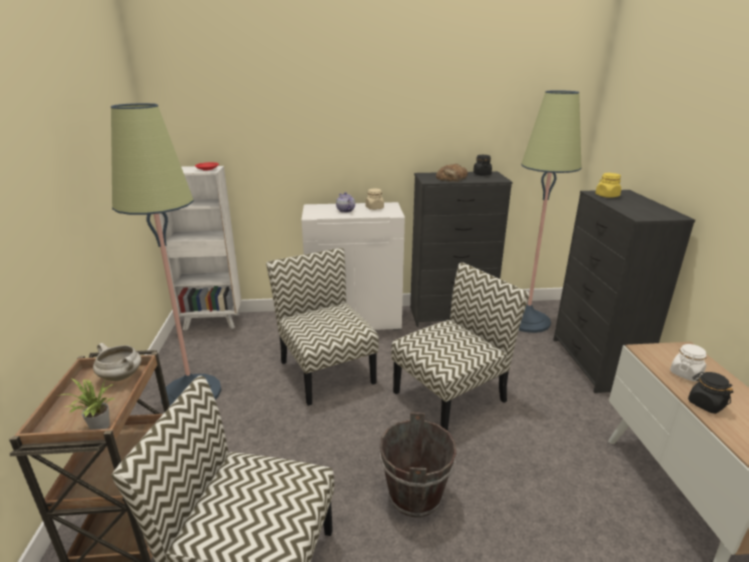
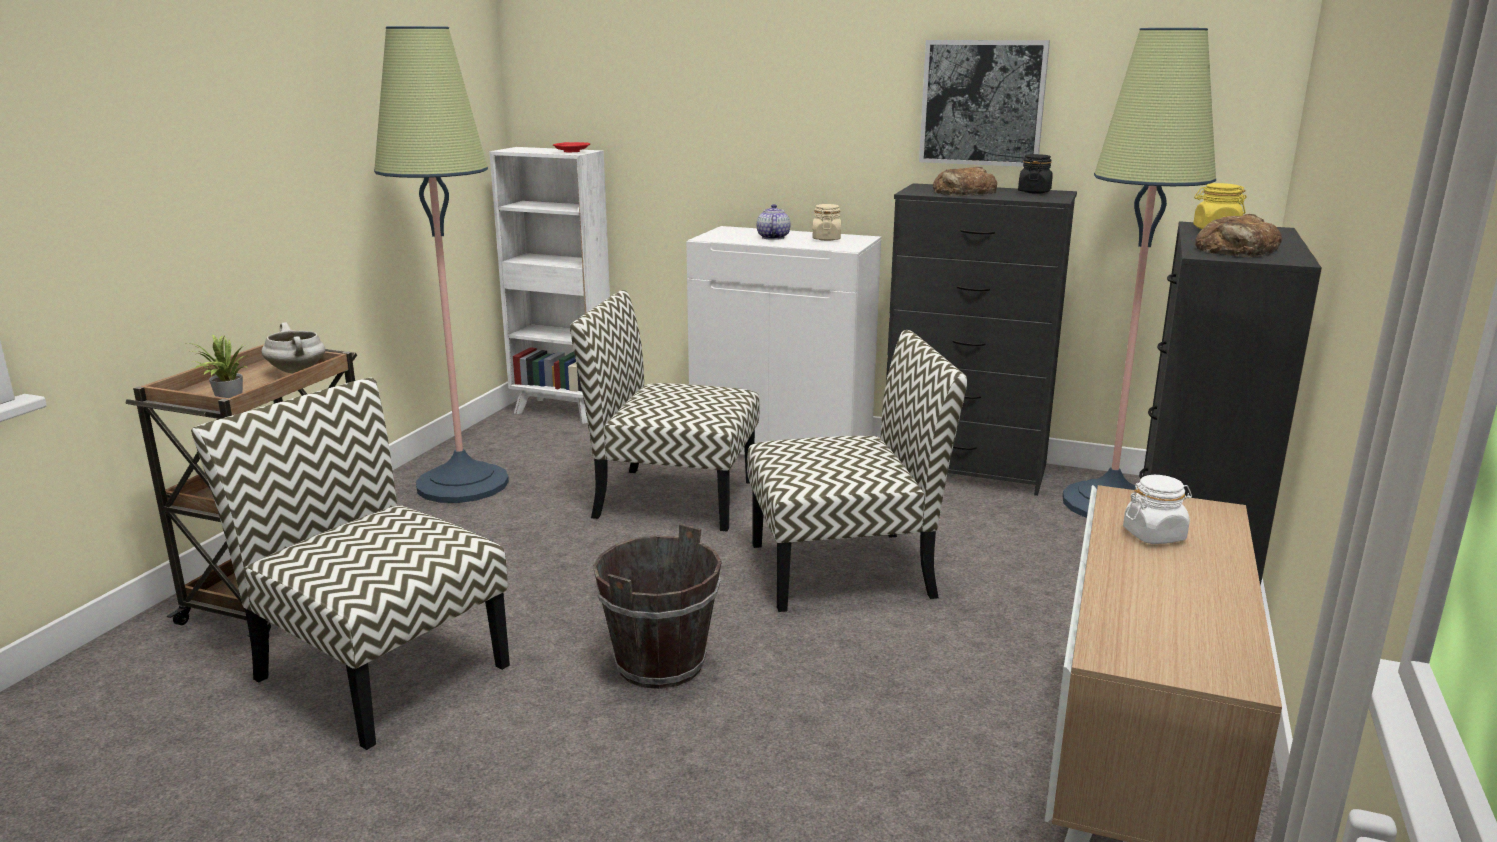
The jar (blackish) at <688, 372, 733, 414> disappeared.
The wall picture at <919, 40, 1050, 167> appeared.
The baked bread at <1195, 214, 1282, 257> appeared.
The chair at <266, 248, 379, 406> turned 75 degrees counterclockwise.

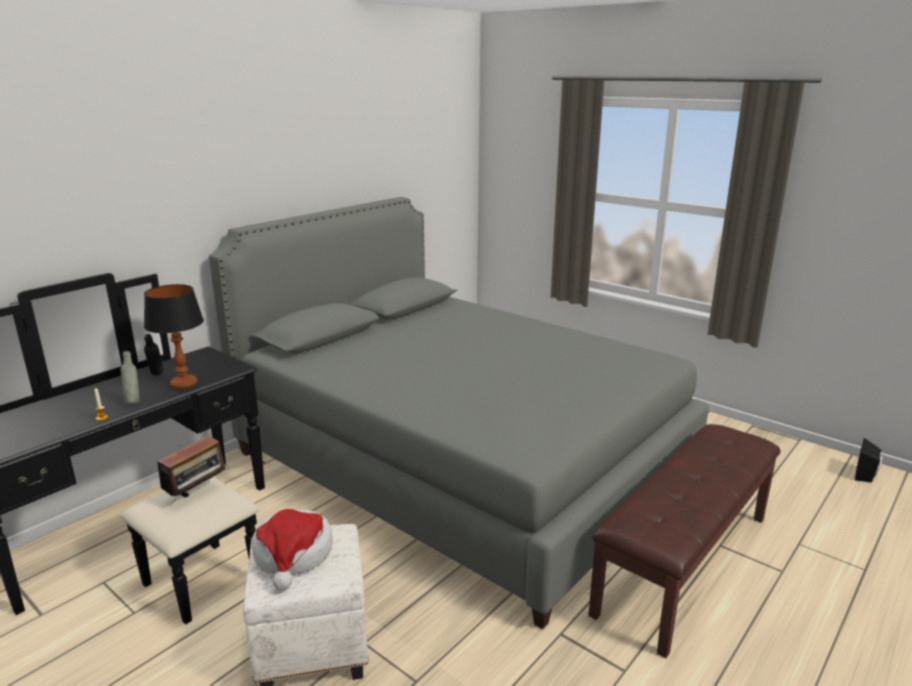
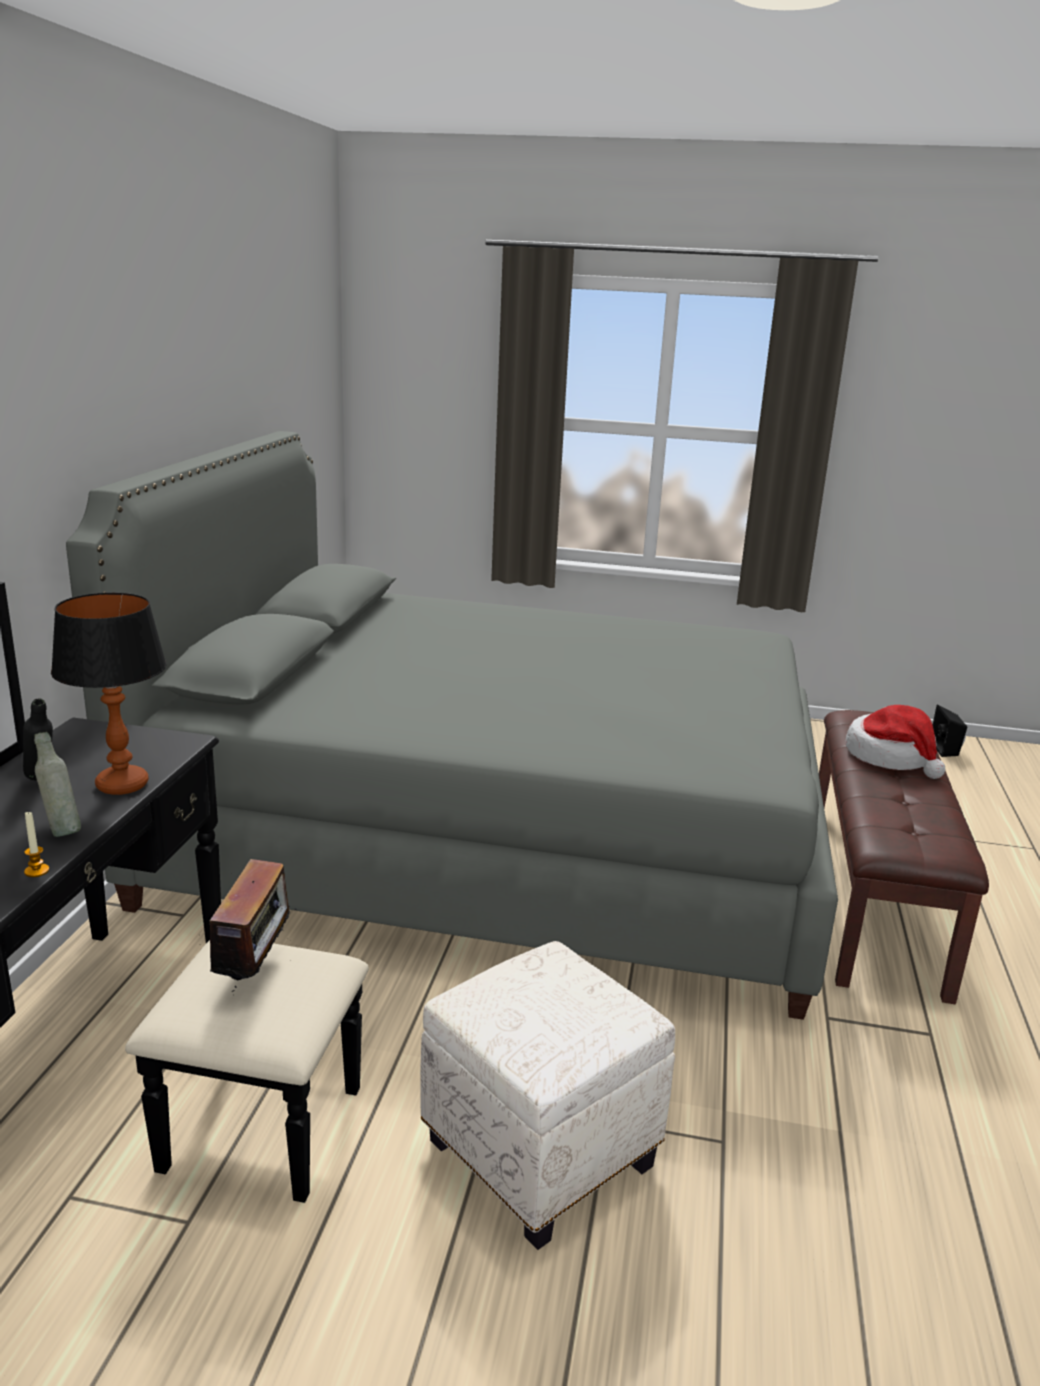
The wearable hat moved from <252, 509, 333, 590> to <846, 705, 945, 779>.

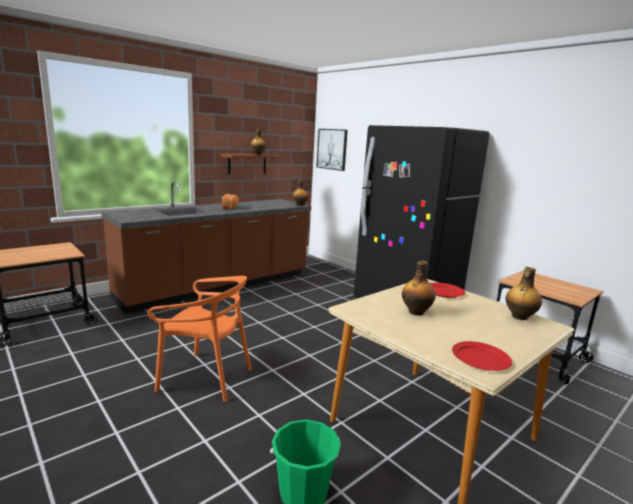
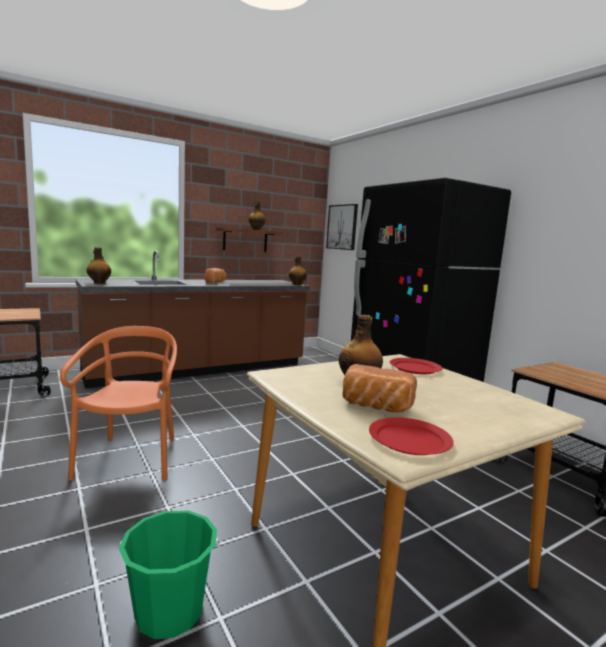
The baked bread at <343, 364, 417, 413> appeared.
The beverage bottle moved from <506, 267, 542, 320> to <87, 247, 111, 284>.
The chair (orangey) at <148, 276, 252, 402> turned 120 degrees counterclockwise.

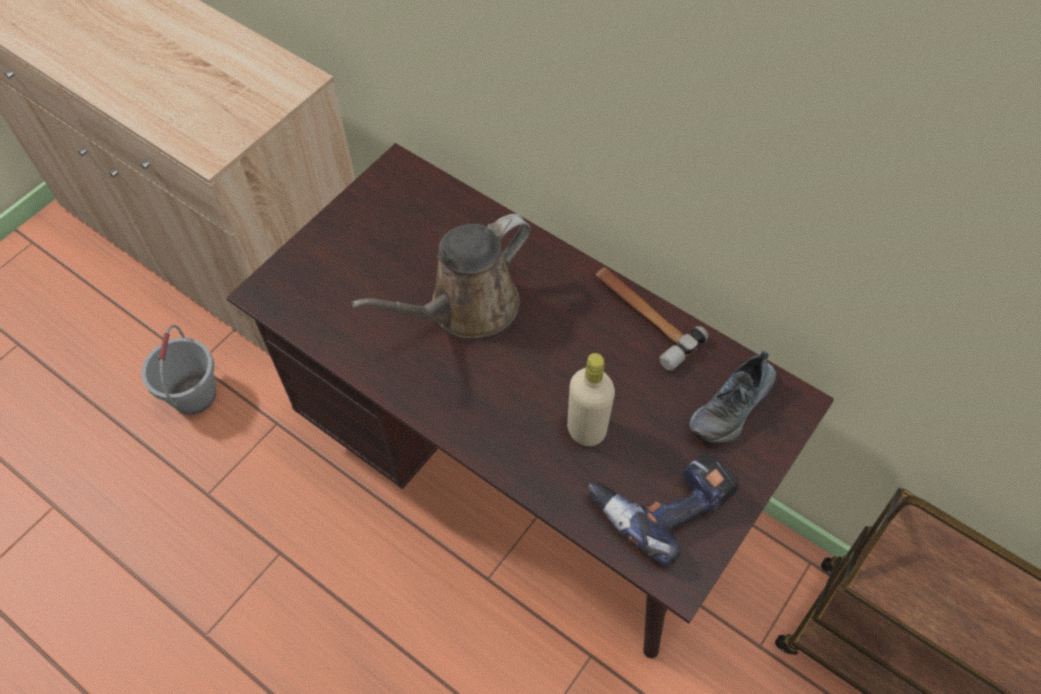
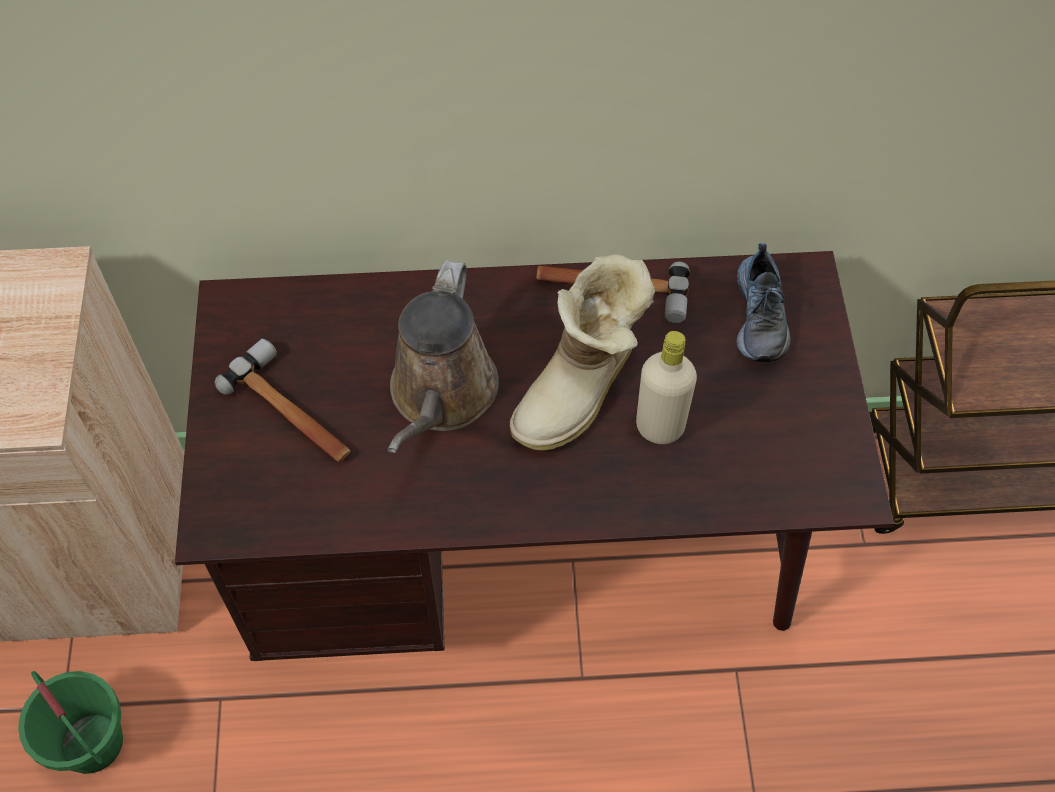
The power drill at <588, 452, 739, 566> disappeared.
The hammer at <215, 339, 350, 462> appeared.
The tall boot at <510, 254, 655, 451> appeared.
The pail (gray) at <141, 325, 216, 415> became the pail (green-coloured) at <18, 671, 123, 774>.

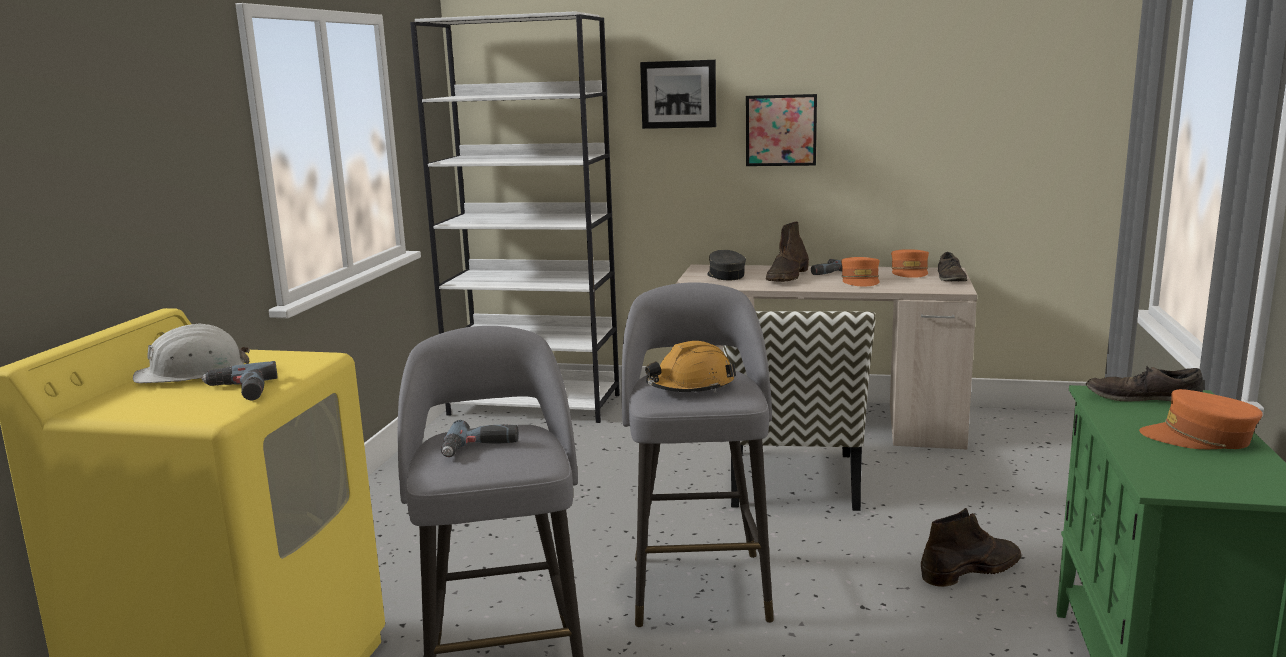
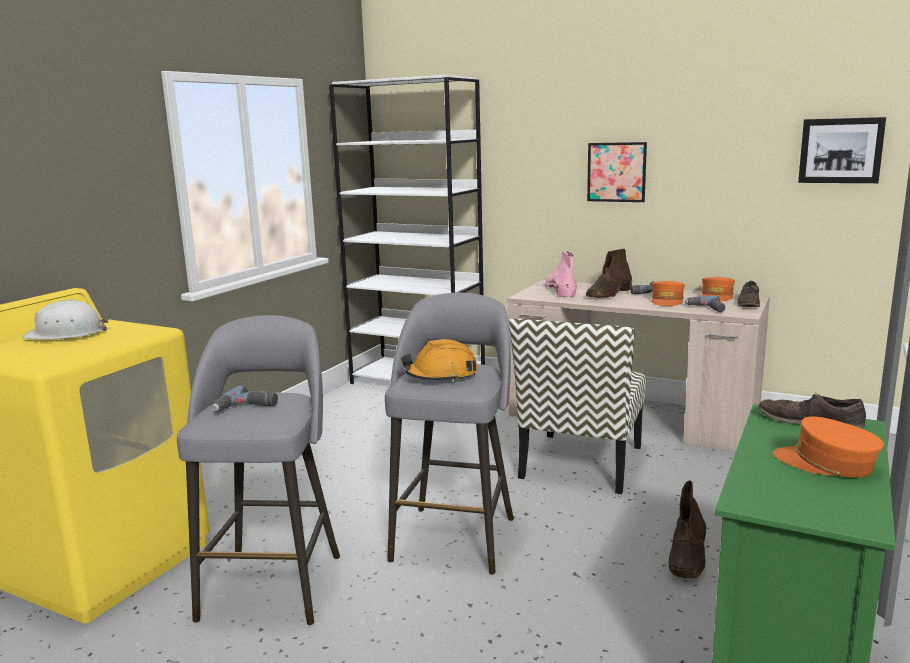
The power drill moved from <202, 361, 277, 400> to <685, 296, 726, 312>.
The wall picture moved from <640, 60, 716, 129> to <798, 117, 886, 183>.
The cap (gray) at <707, 250, 746, 280> was replaced by the tall boot (pink) at <545, 251, 577, 297>.
The tall boot (brown) at <921, 508, 1022, 587> turned 120 degrees clockwise.

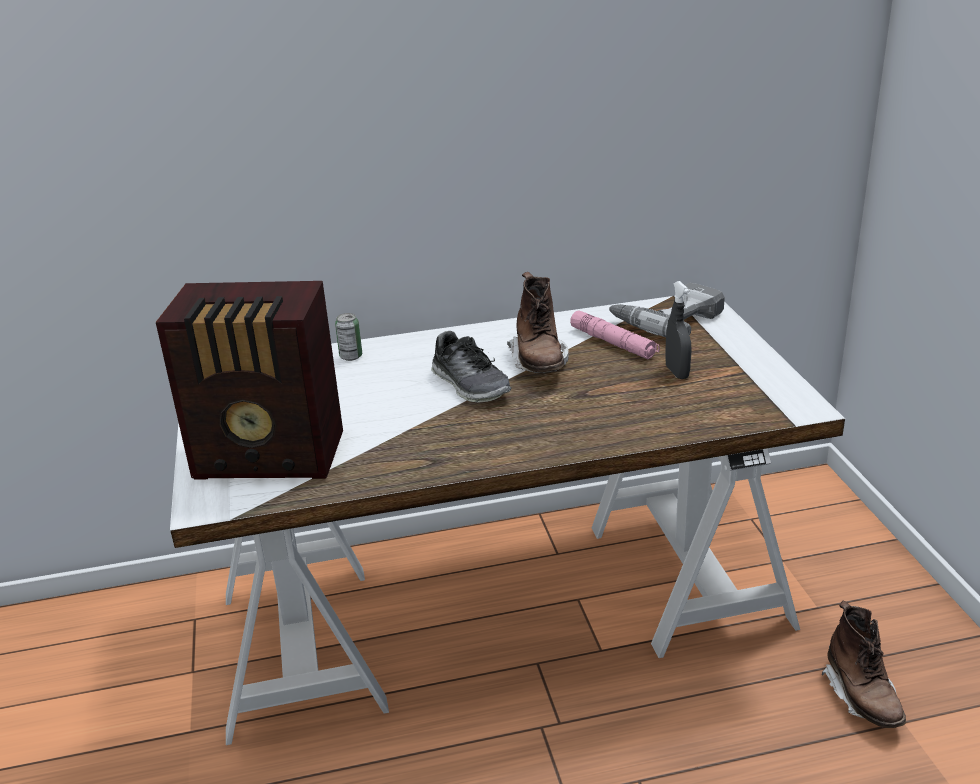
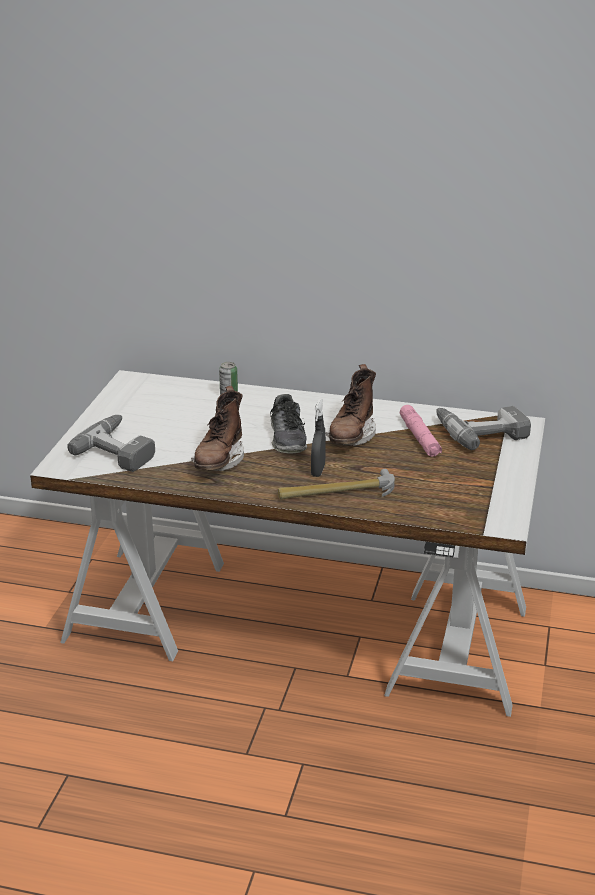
The hammer at <278, 469, 395, 500> appeared.
The spray bottle (gray) moved from <665, 281, 692, 379> to <311, 399, 326, 477>.
The tall boot (brown) moved from <822, 601, 906, 728> to <191, 386, 244, 471>.
The radio receiver at <155, 281, 343, 479> was replaced by the power drill at <67, 415, 155, 472>.

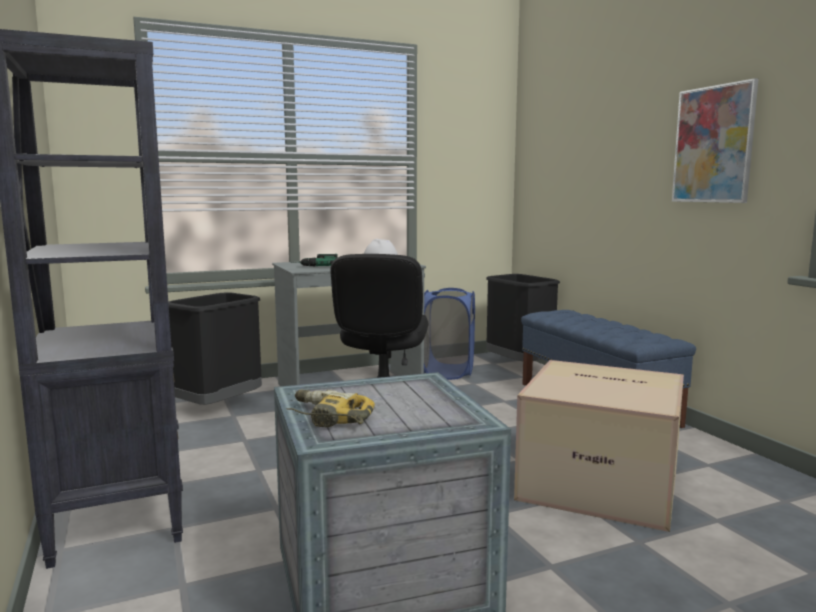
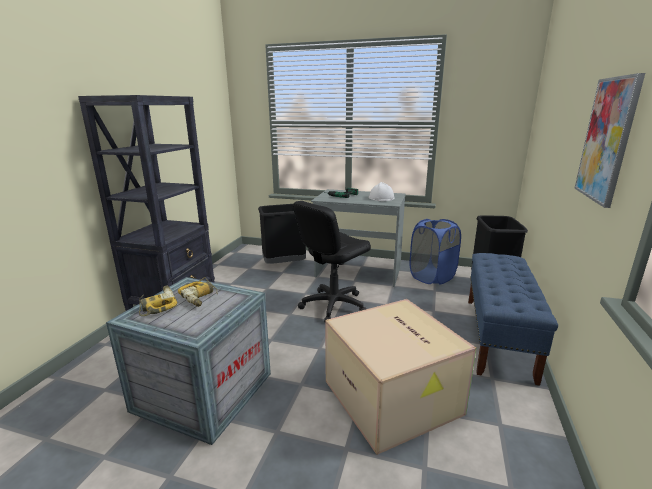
The power drill at <178, 277, 218, 307> appeared.

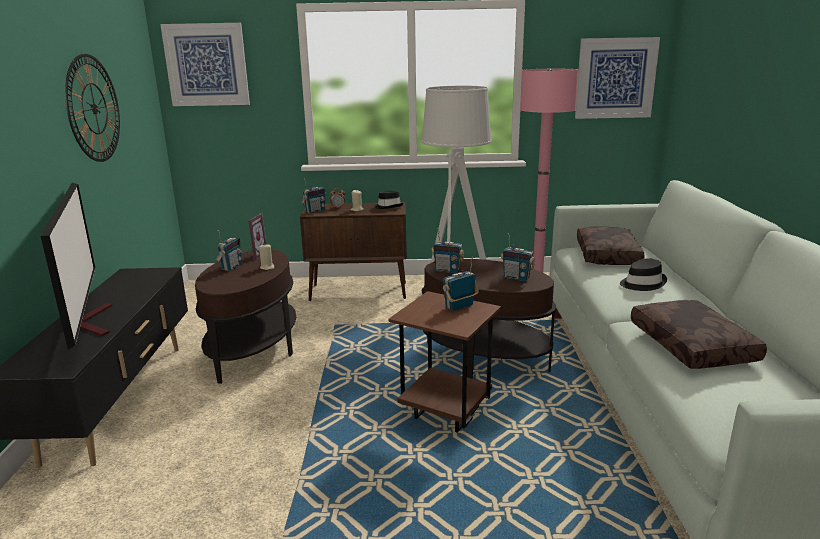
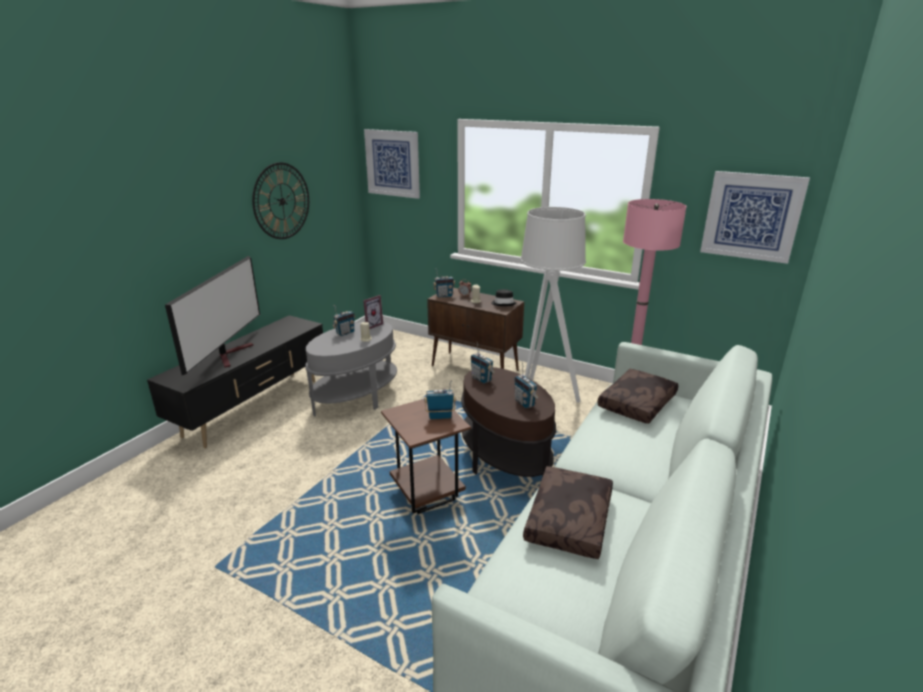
The wearable hat (blackish) at <620, 258, 667, 291> disappeared.
The side table (brown) at <195, 250, 296, 384> became the side table (gray) at <305, 322, 397, 416>.

